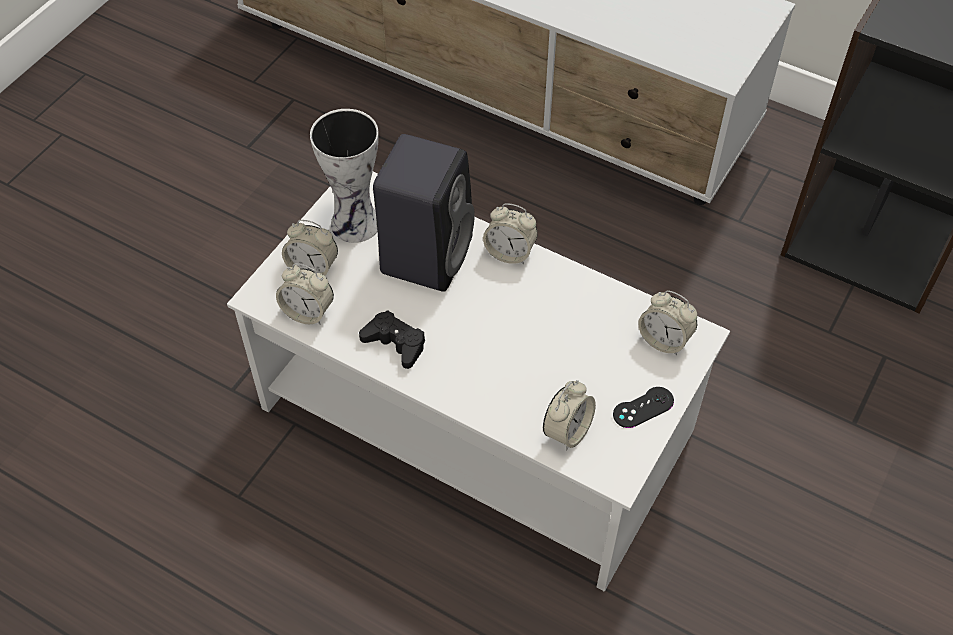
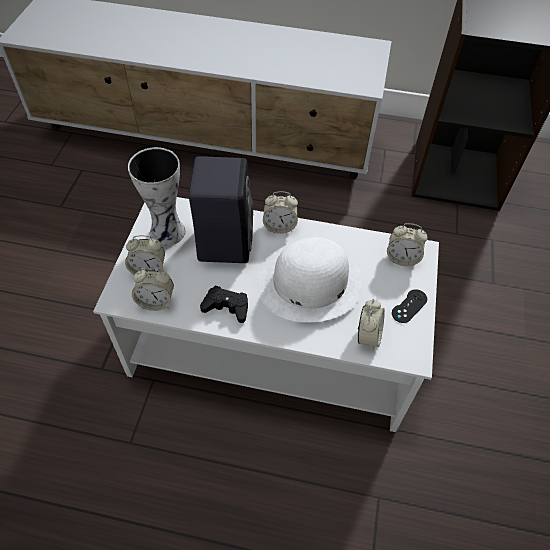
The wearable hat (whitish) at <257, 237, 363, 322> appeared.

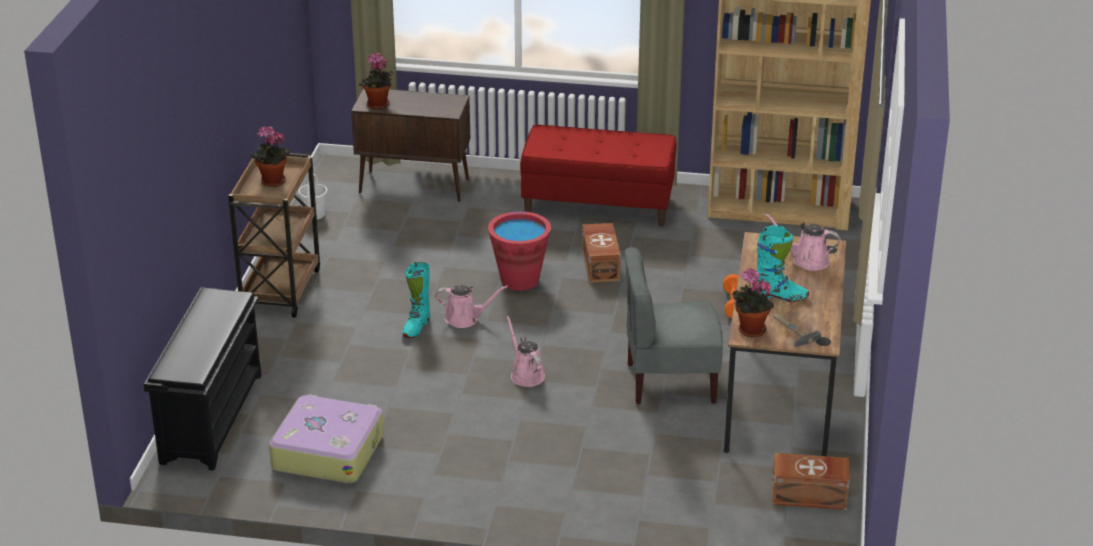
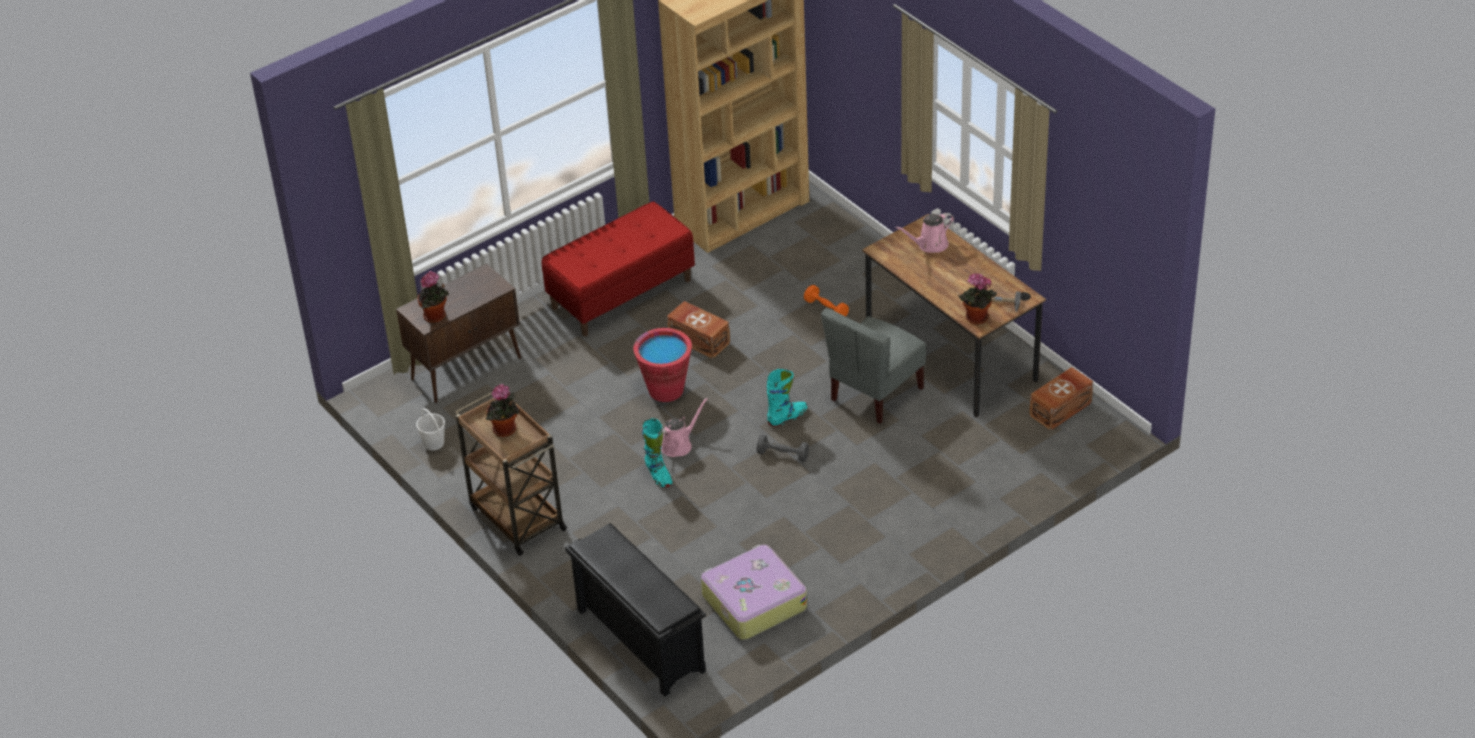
The tall boot (blue-green) moved from <756, 225, 809, 302> to <767, 369, 808, 427>.
The watering can (pink) at <506, 316, 545, 387> was replaced by the free weight (gray) at <757, 435, 809, 462>.

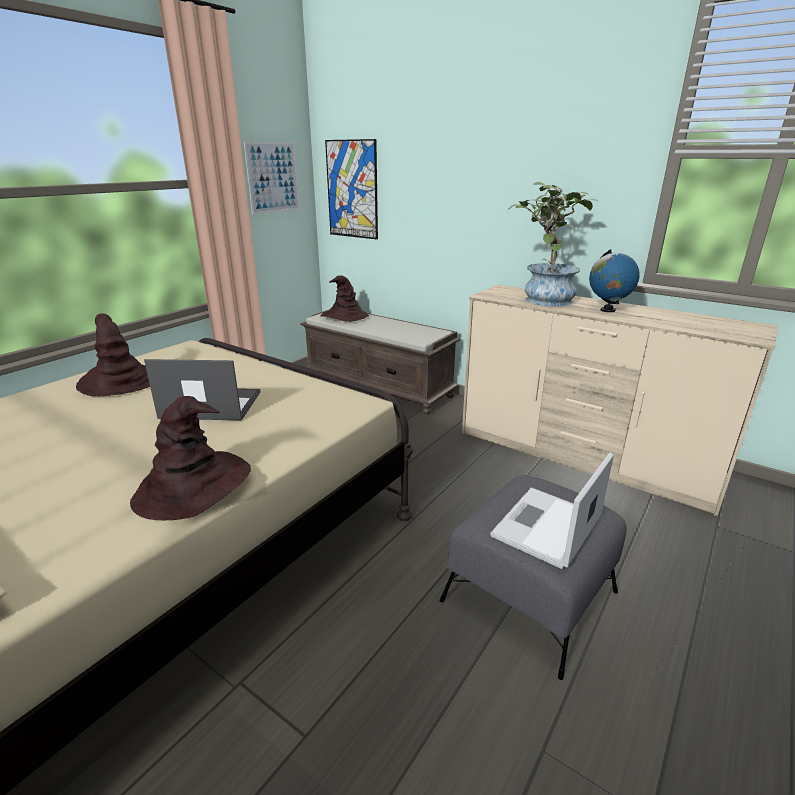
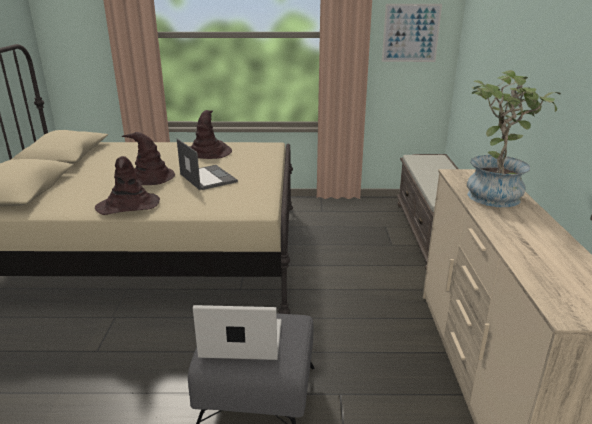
The wall picture at <325, 139, 378, 239> disappeared.
The desk globe at <589, 249, 640, 312> disappeared.
The wearable hat (brown) moved from <321, 275, 369, 322> to <121, 132, 175, 185>.

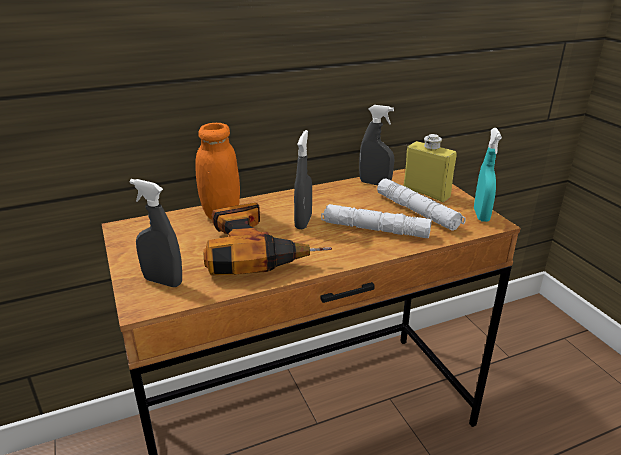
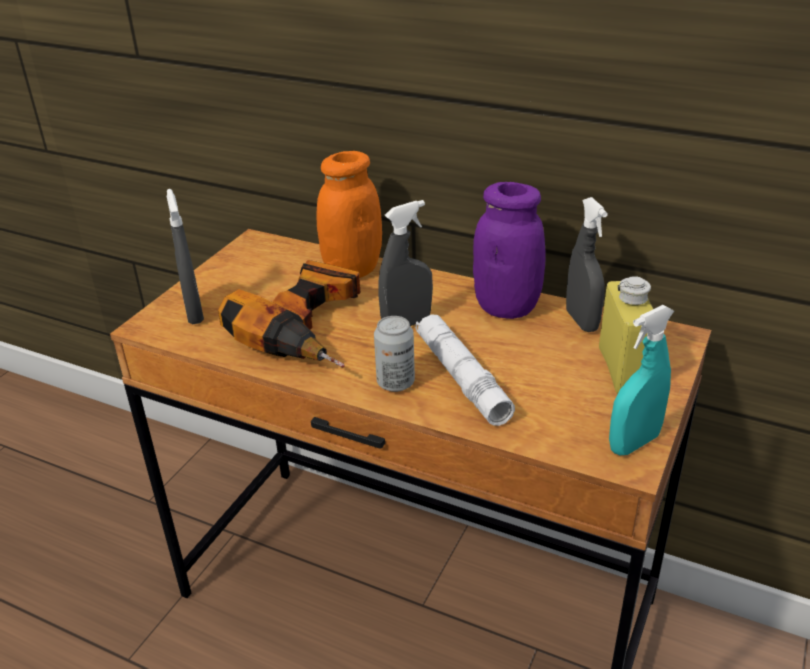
The torch (whitish) at <377, 178, 465, 231> disappeared.
The metal can at <374, 316, 415, 392> appeared.
The jar (purple) at <473, 182, 546, 319> appeared.

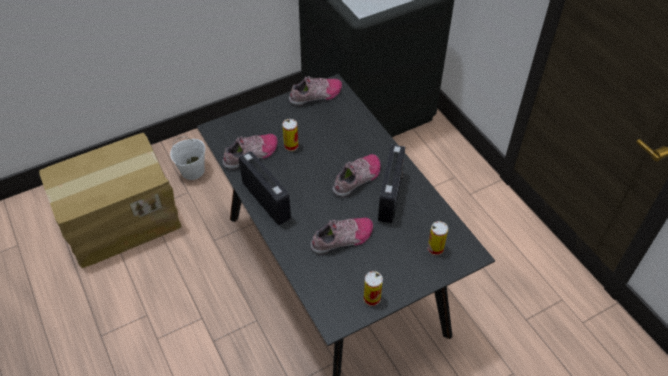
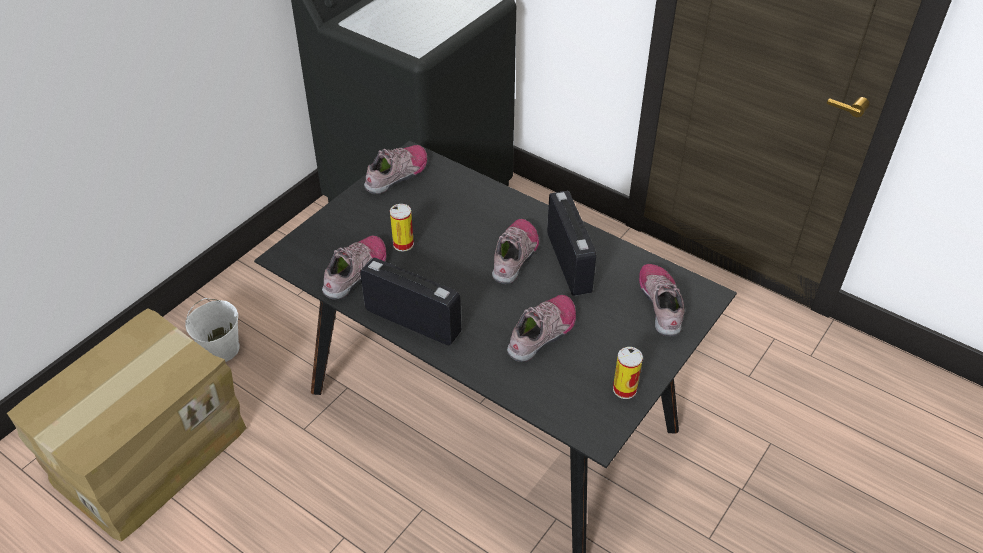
The metal can at <428, 221, 448, 256> was replaced by the item of footwear at <639, 264, 685, 336>.

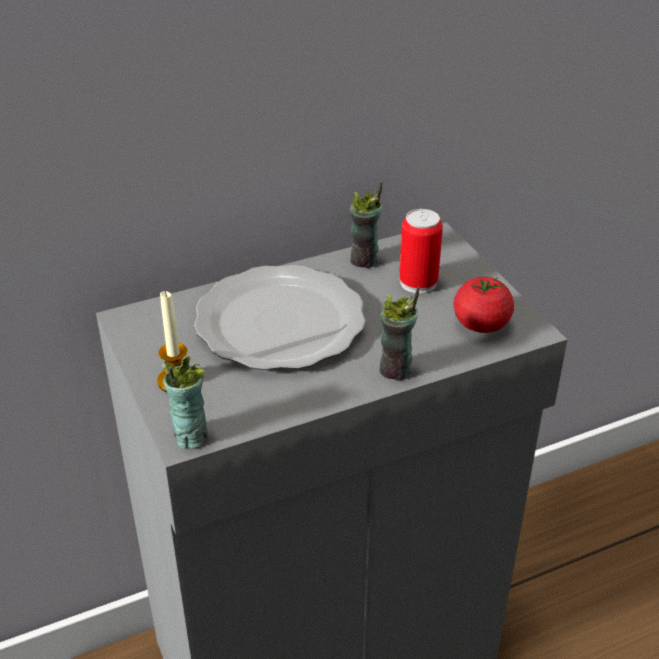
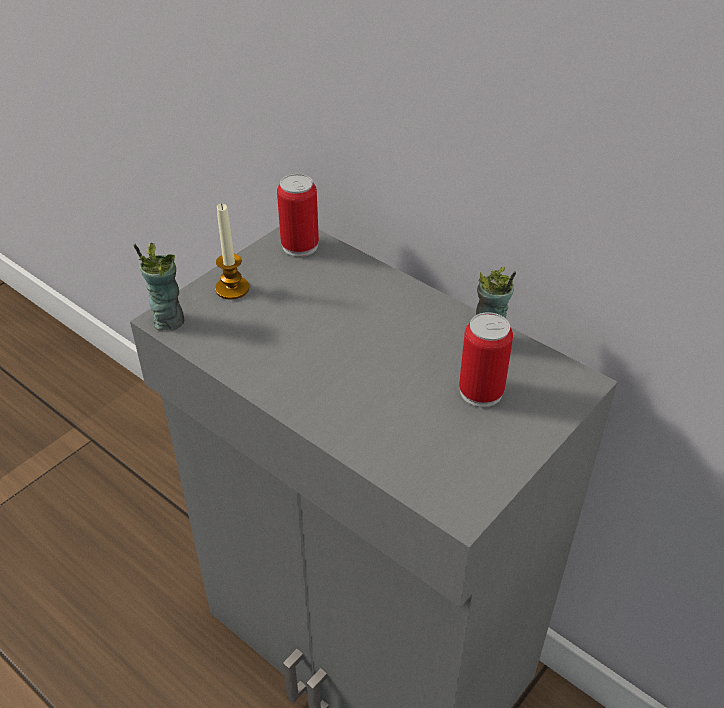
The dinner plate at <194, 265, 365, 370> disappeared.
The cup at <379, 286, 420, 381> disappeared.
The fresh tomato at <453, 277, 514, 333> disappeared.
The metal can at <277, 174, 319, 257> appeared.

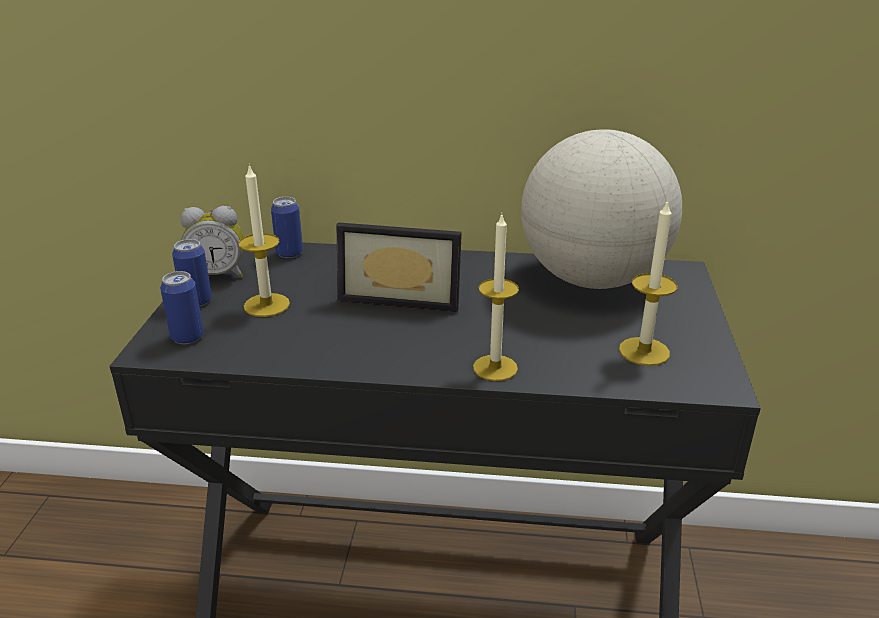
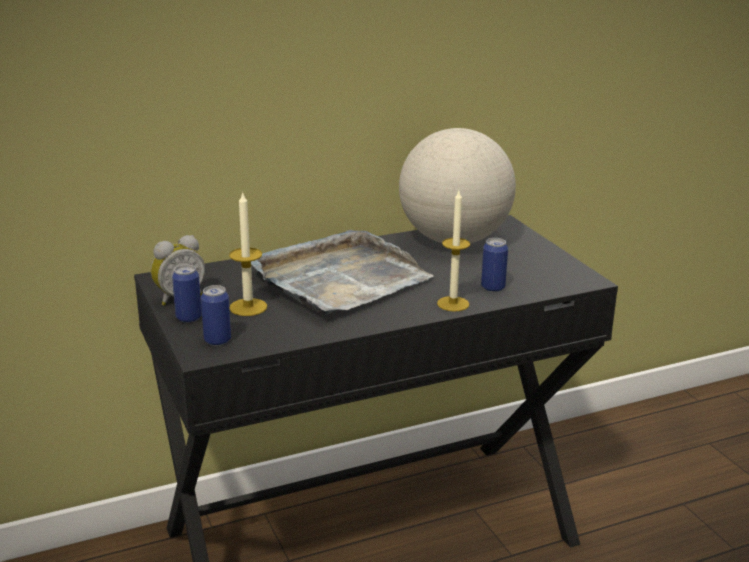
The candle at <619, 199, 677, 366> disappeared.
The metal can moved from <271, 197, 303, 258> to <481, 238, 508, 292>.
The standing frame at <336, 222, 462, 312> was replaced by the tray (gray) at <251, 230, 434, 315>.

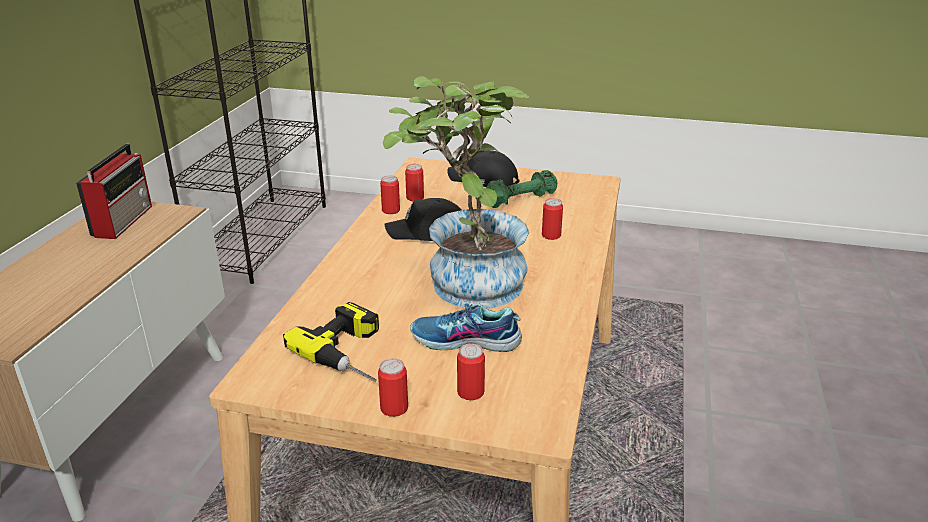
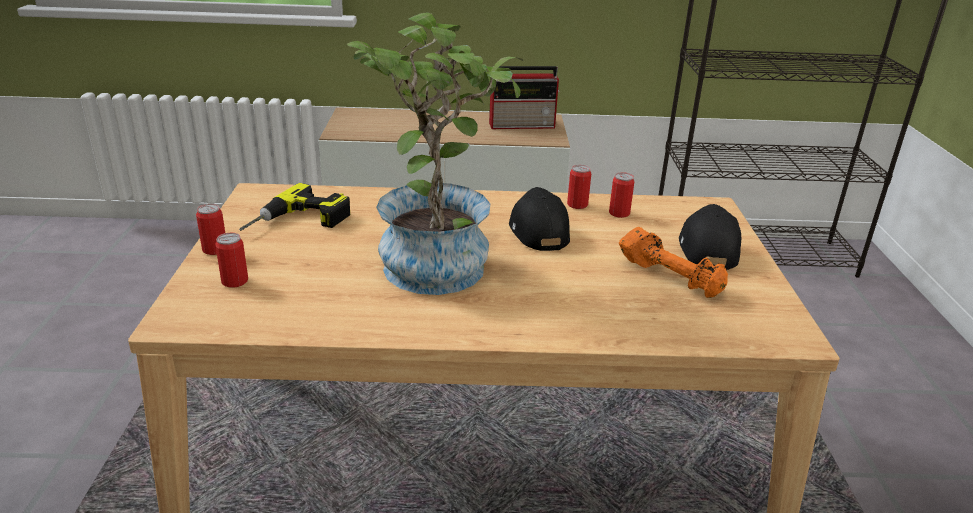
The item of footwear at <410, 303, 522, 352> disappeared.
The metal can at <542, 198, 563, 240> disappeared.
The free weight (green-coloured) at <487, 170, 557, 208> became the free weight (orangey) at <619, 227, 728, 298>.

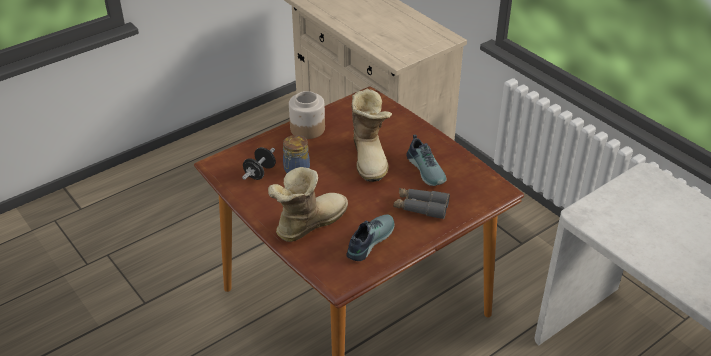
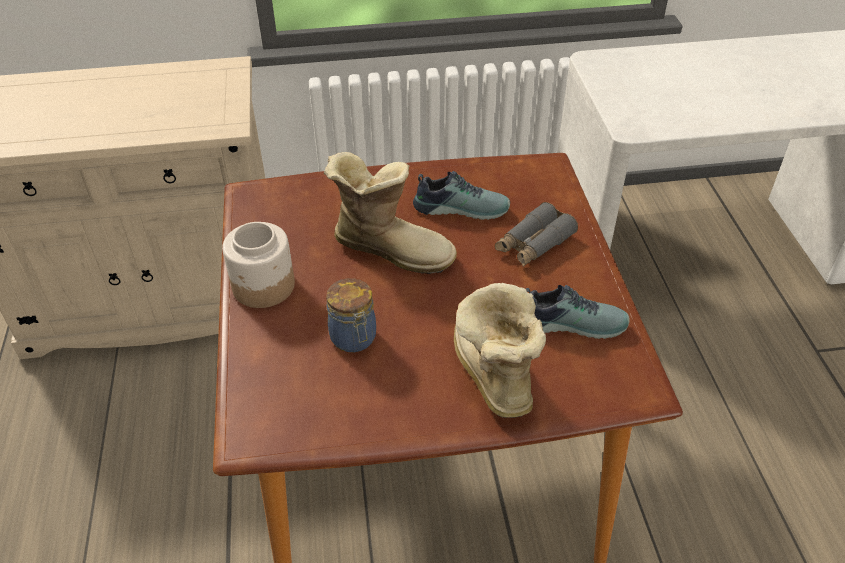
The free weight (blackish) at <242, 147, 276, 180> disappeared.
The item of footwear at <346, 214, 395, 261> turned 120 degrees clockwise.

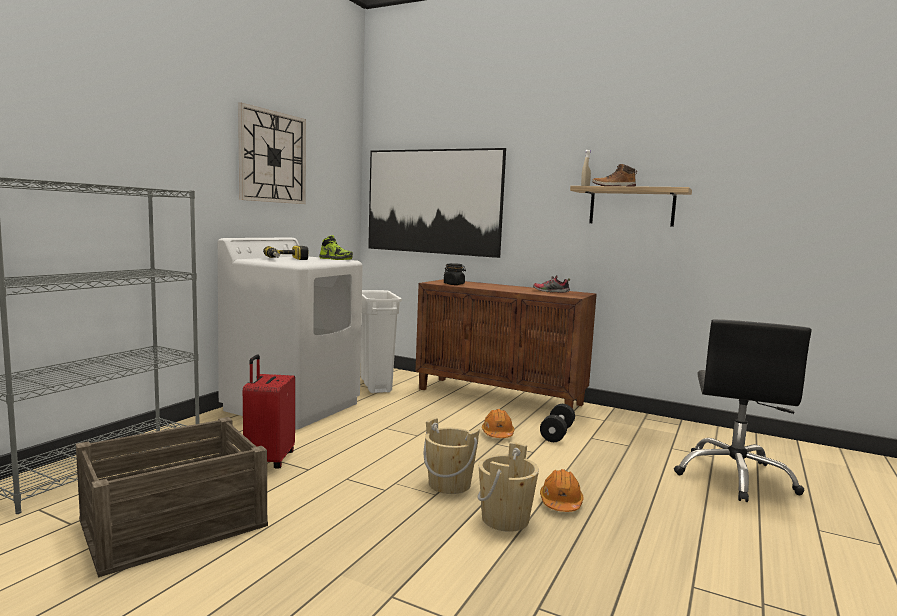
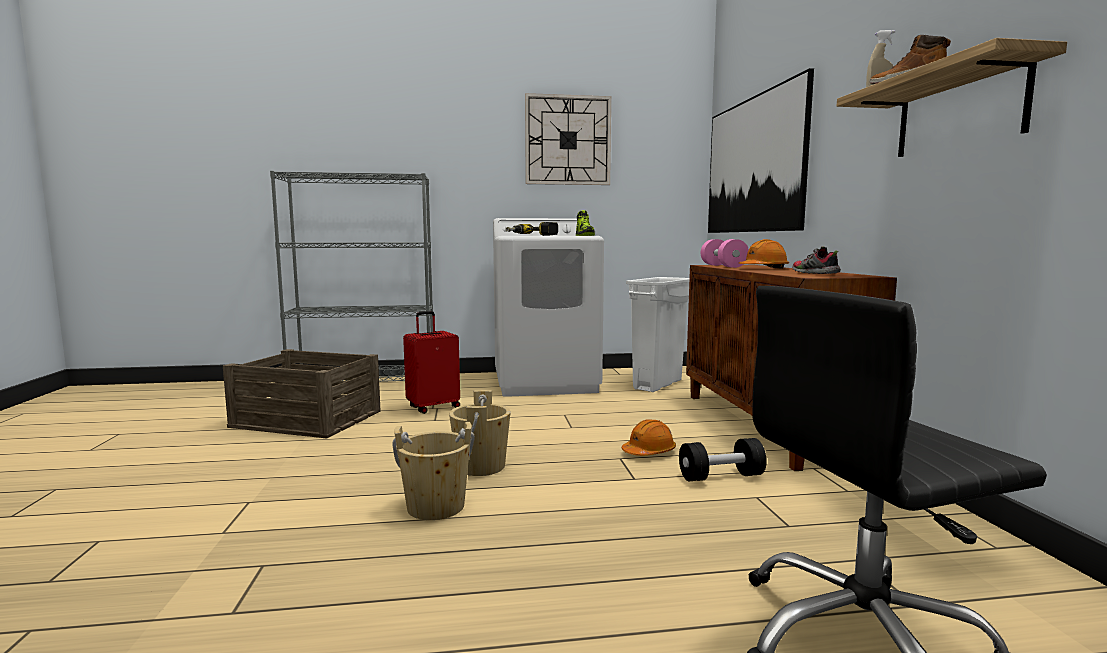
The hard hat (orangey) moved from <540, 469, 584, 512> to <739, 239, 789, 269>.
The jar (blackish) at <444, 263, 466, 285> was replaced by the free weight (pink) at <700, 239, 749, 268>.

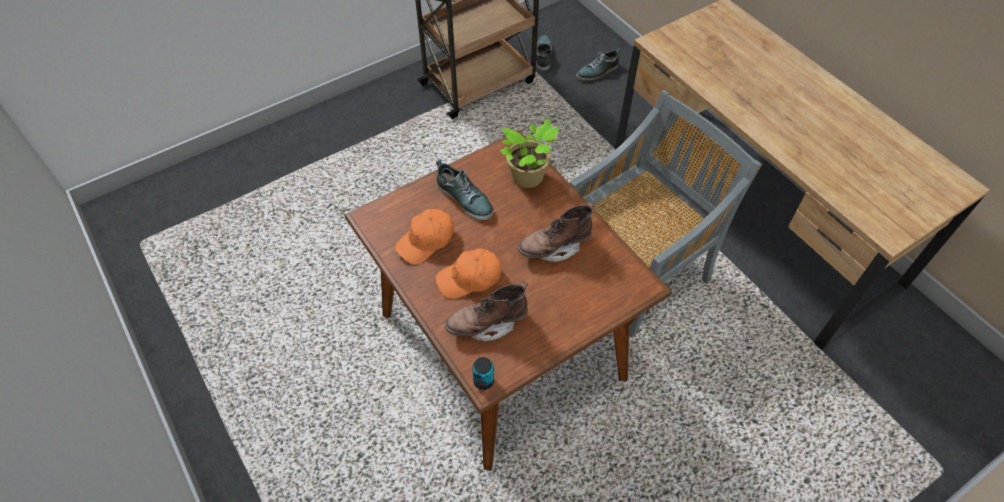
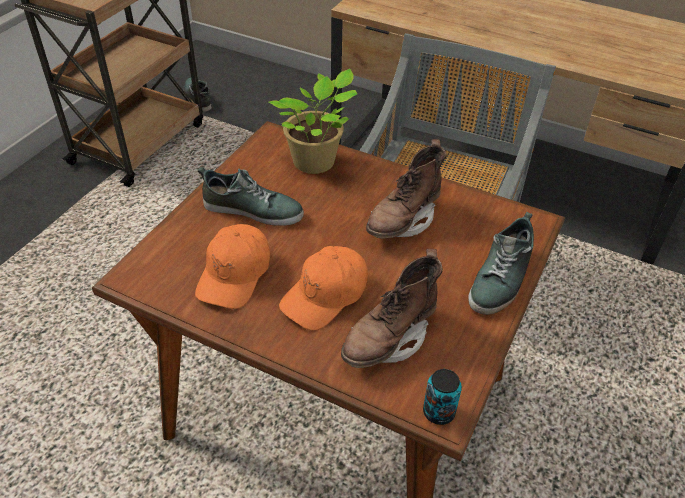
The item of footwear moved from <576, 48, 620, 81> to <468, 212, 534, 315>.

